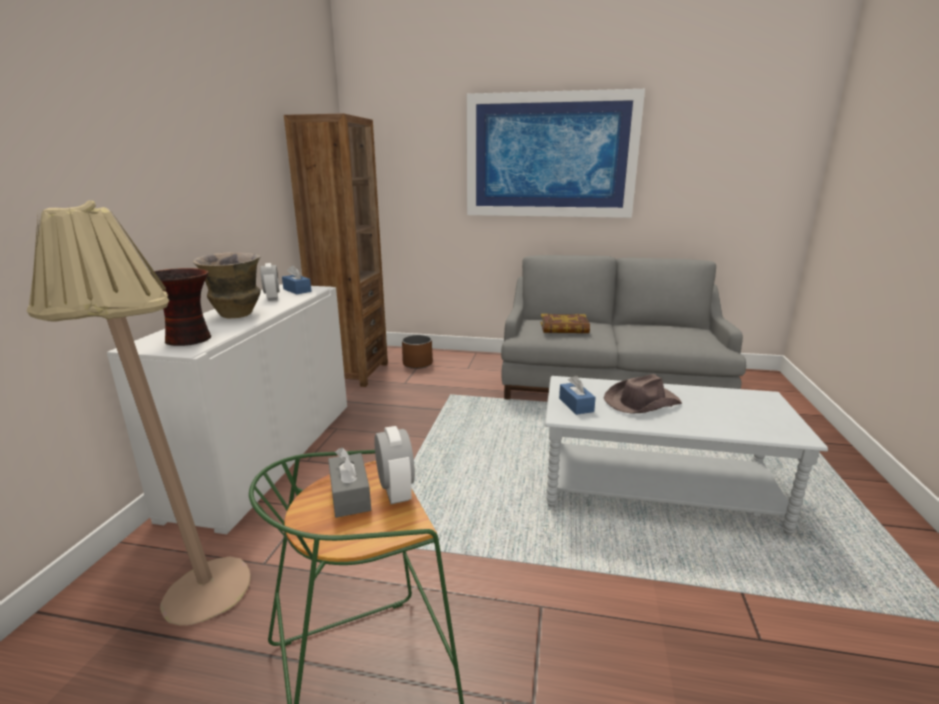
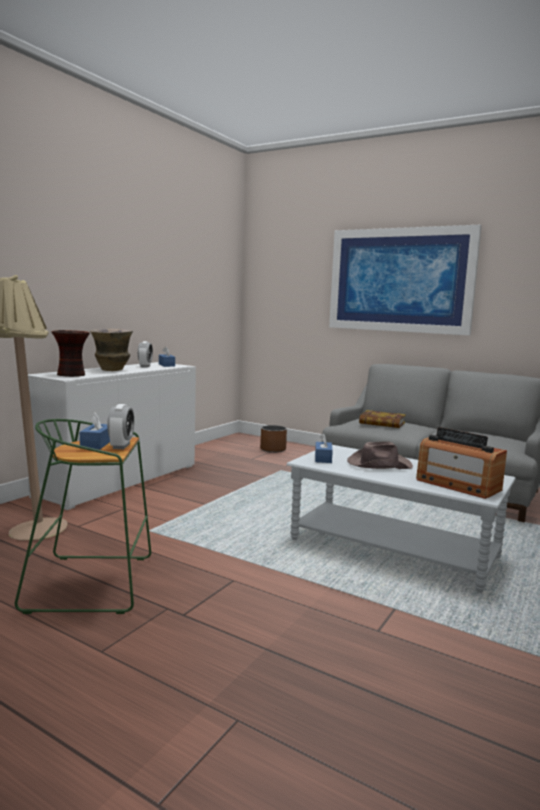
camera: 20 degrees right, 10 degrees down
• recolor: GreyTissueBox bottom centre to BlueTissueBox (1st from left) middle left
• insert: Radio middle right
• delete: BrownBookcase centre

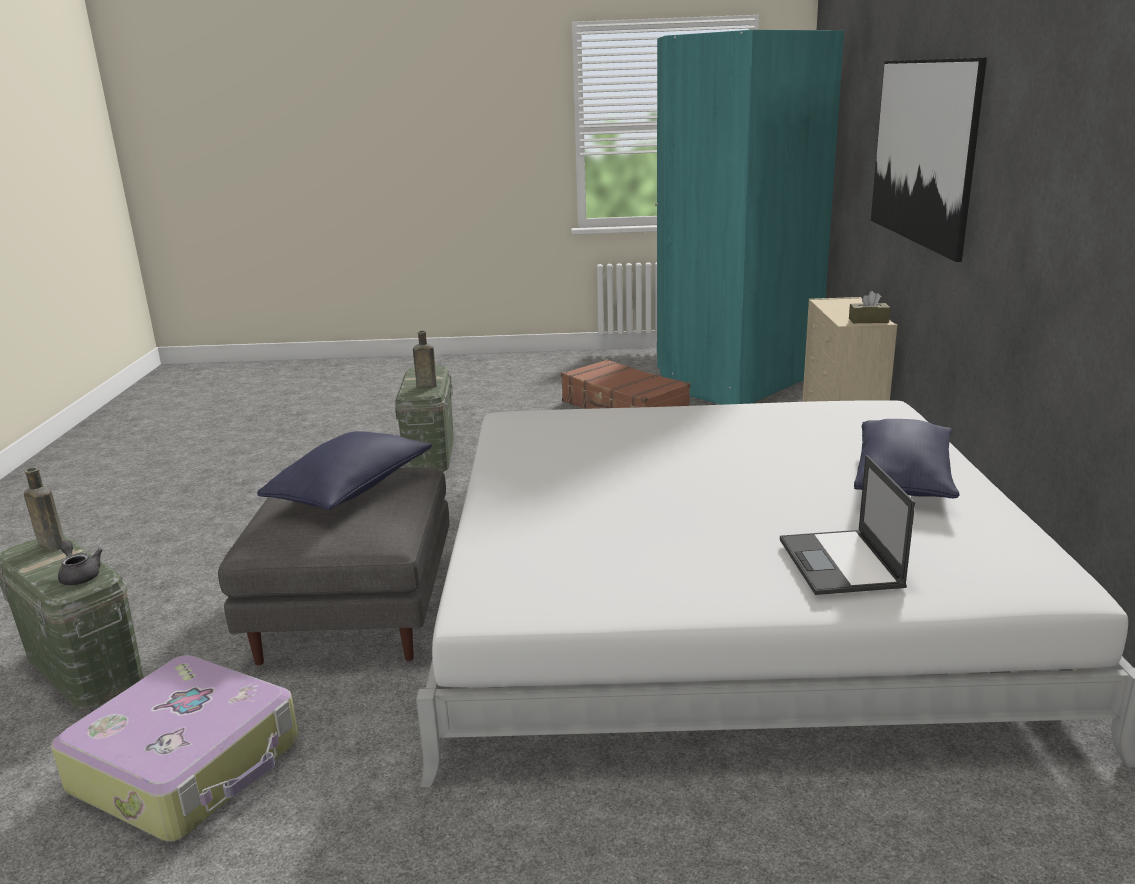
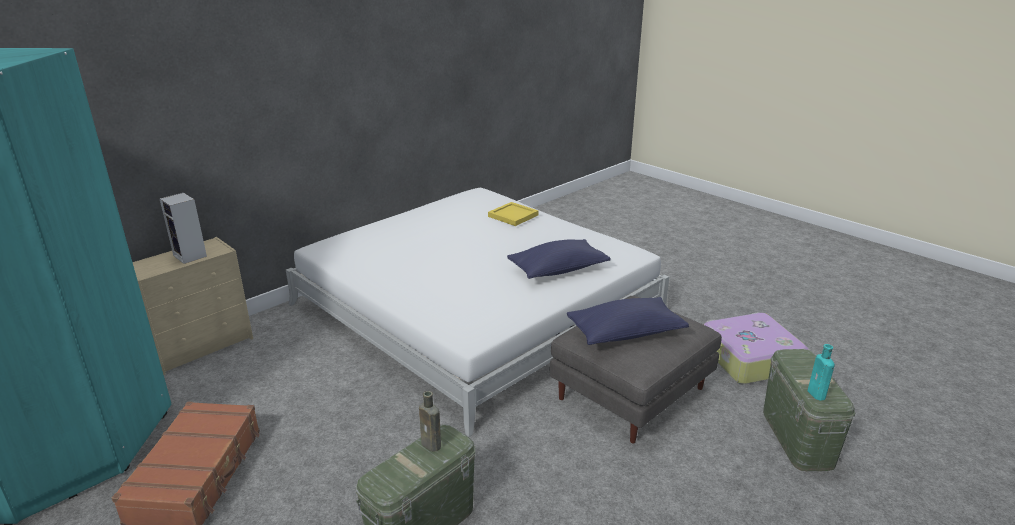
camera: 135 degrees left, 5 degrees up
• insert: Speaker middle left
• replace: Laptop middle right to YellowTray centre
• move: BluePillow (2nd from left in the first image) middle right to BluePillow (1st from left) centre
• recolor: BrownBottle (1st from left) middle left to TurquoiseBottle bottom right
• delete: GreyTeapot middle left
• delete: BrownTissueBox middle right
• delete: Picture top right

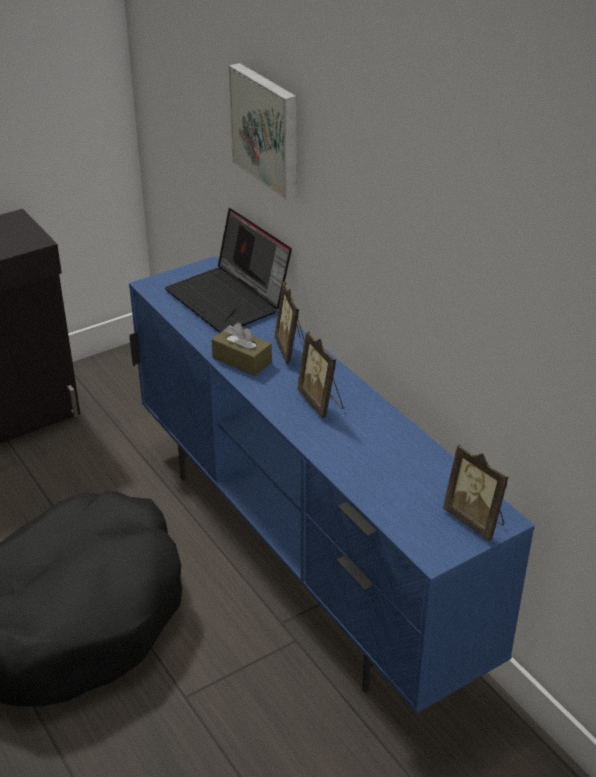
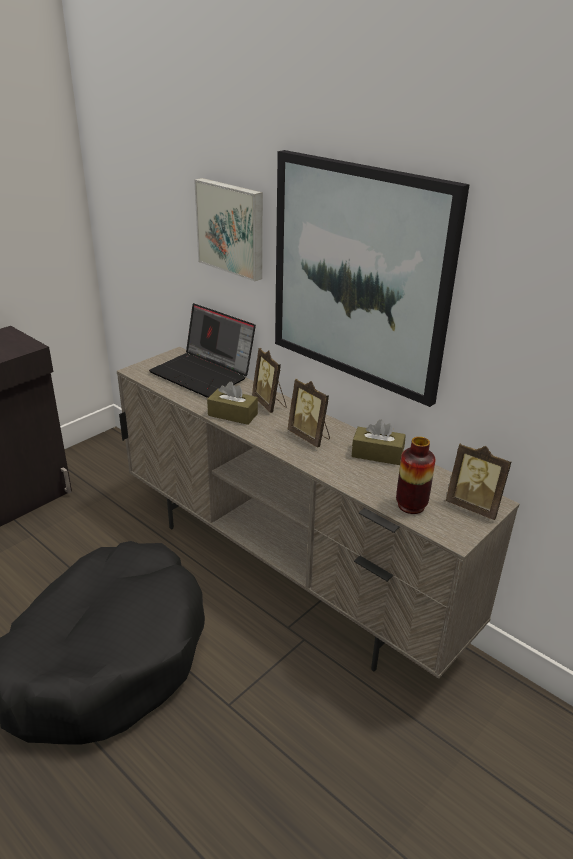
camera: 15 degrees left, 5 degrees down
• recolor: BlueTvStand centre to BeigeTvStand centre
• insert: Picture (2nd from left) top centre
• insert: BrownTissueBox (2nd from left) centre
• insert: Vase middle right

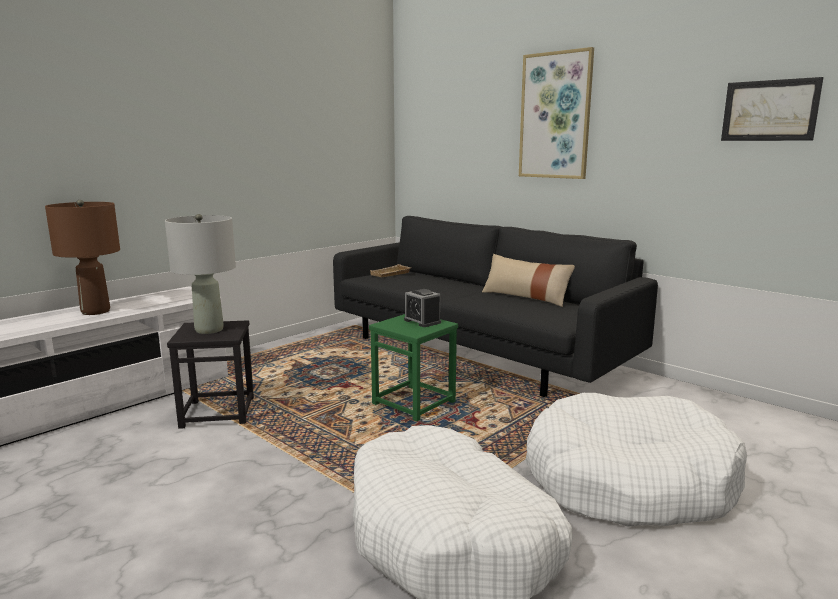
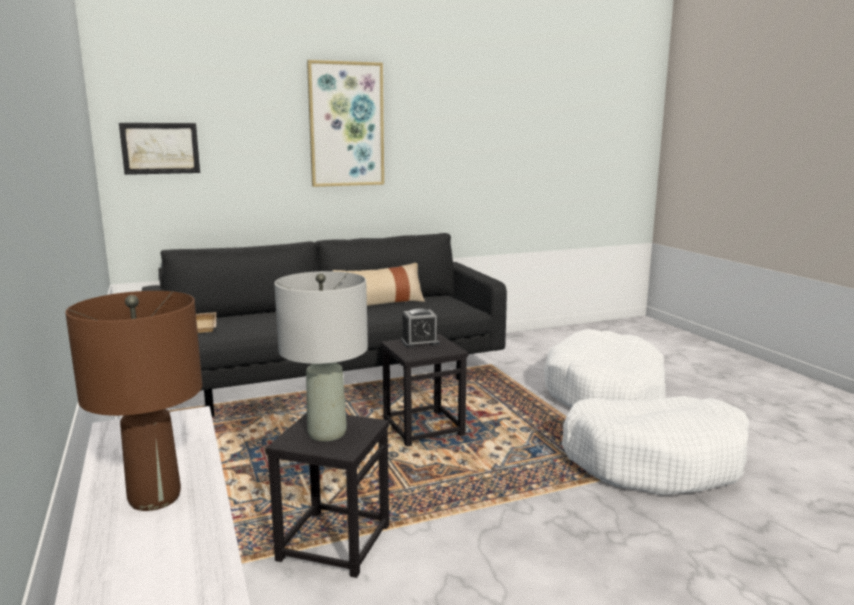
camera: 65 degrees left, 0 degrees up
• move: Picture (2nd from left in the first image) top right to Picture (1st from left) top left
• recolor: GreenStool centre to BlackStool (2nd from left) centre

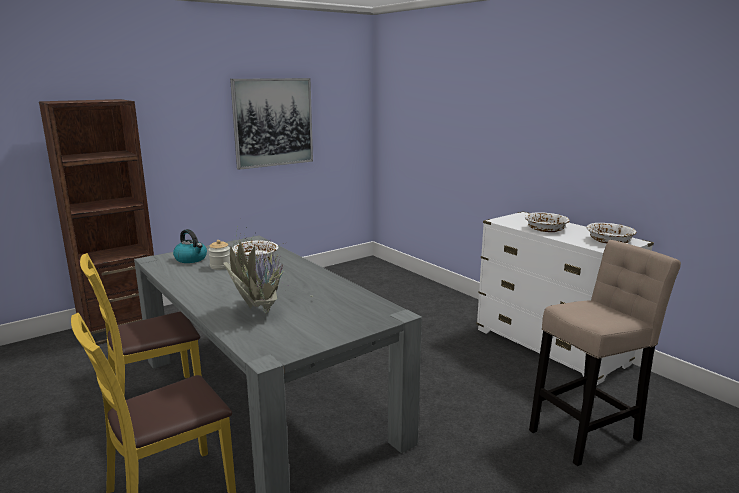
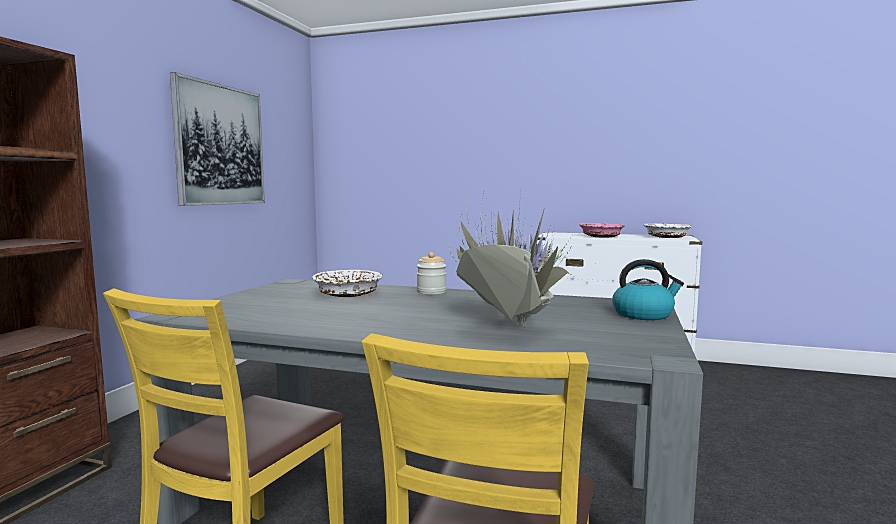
camera: 35 degrees left, 10 degrees down
• move: Jar middle left to centre
• recolor: WhiteBowl (2nd from left) middle right to PinkBowl middle right
• move: Kettle middle left to middle right
• delete: BeigeStool bottom right

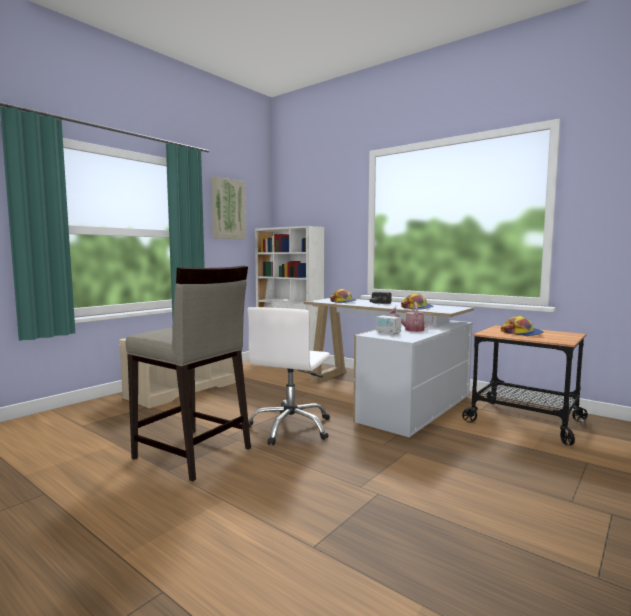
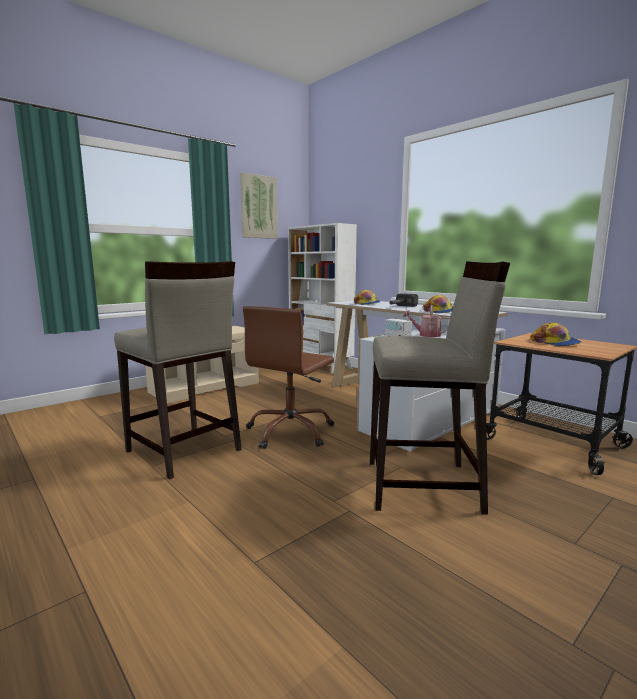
camera: 10 degrees right, 5 degrees up
• recolor: WhiteOfficeChair centre to BrownOfficeChair centre
• insert: BeigeStool (2nd from left) middle right

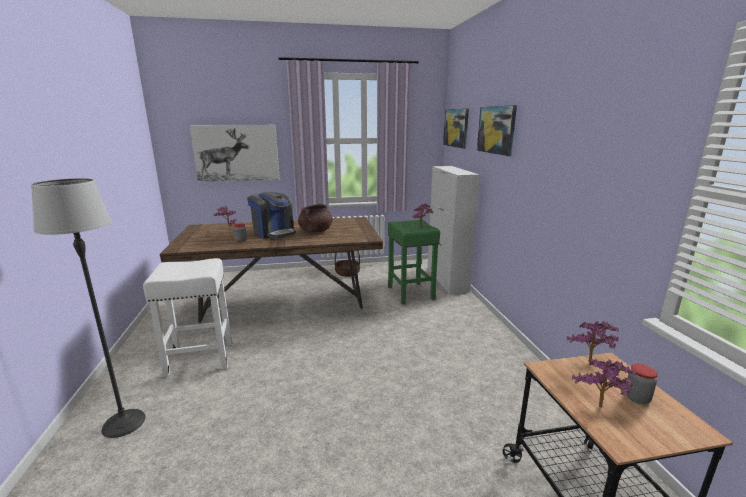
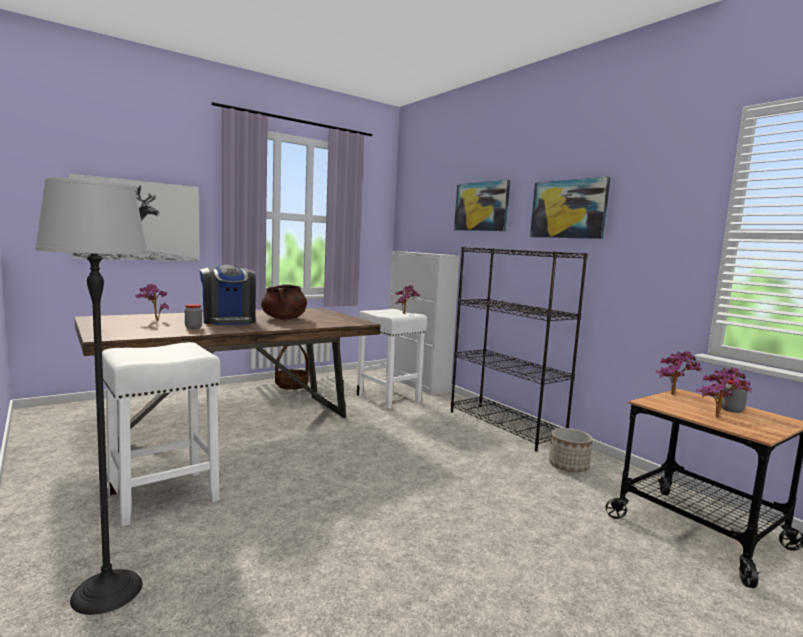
camera: 25 degrees left, 10 degrees down
• rotate: CoffeeMachine centre = middle left 45 degrees clockwise
• recolor: GreenStool centre to WhiteStool (2nd from left) centre
• insert: BlackBookcase centre
• move: Picture (2nd from left in the first image) top centre to Picture (3rd from left) top right
• insert: Planter bottom right

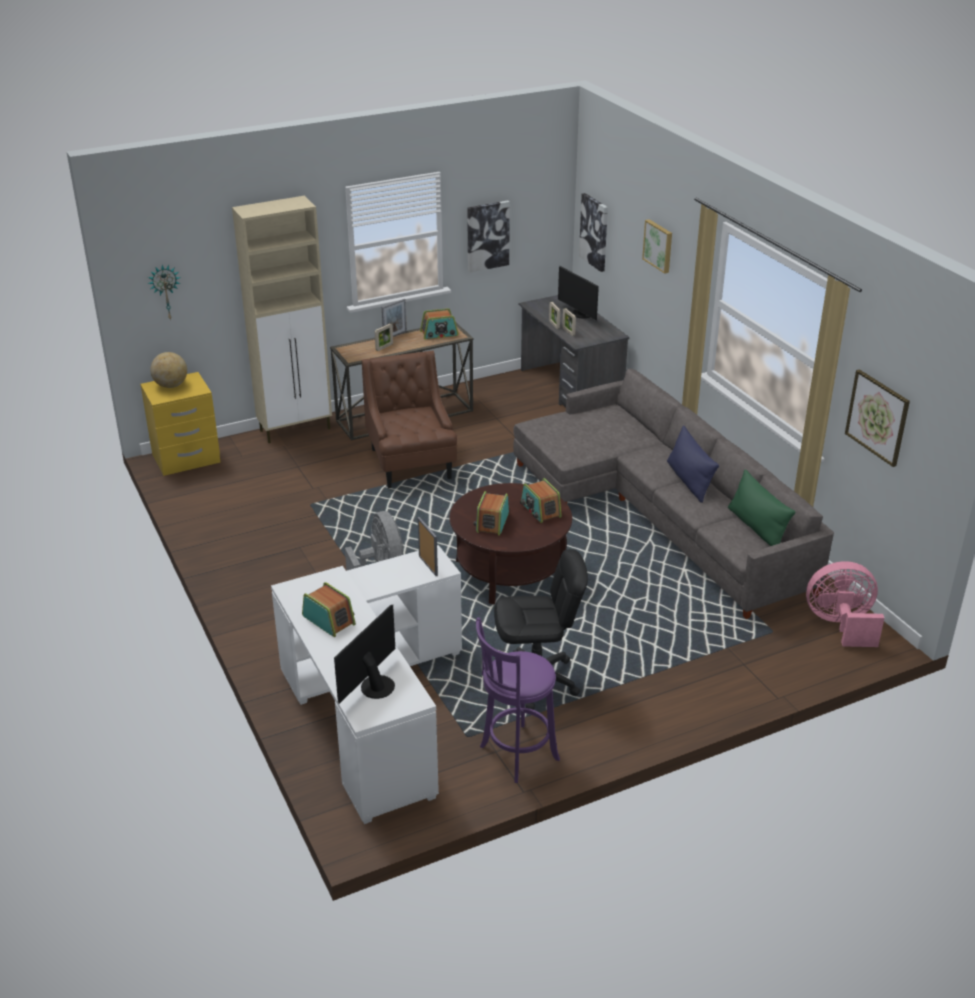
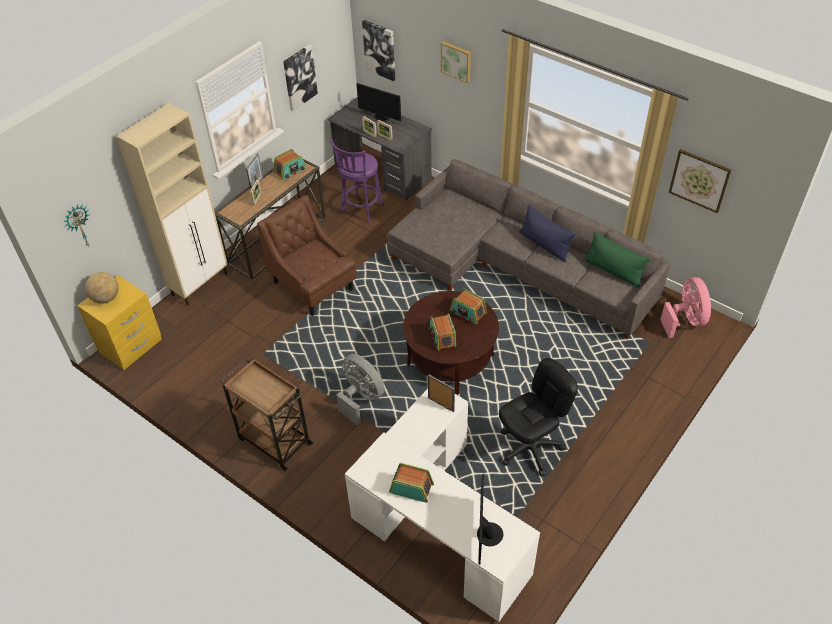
camera: 25 degrees left, 15 degrees up
• insert: BrownCart middle left
• move: PurpleStool bottom centre to top centre
• rotate: PinkFan middle right = middle right 105 degrees clockwise

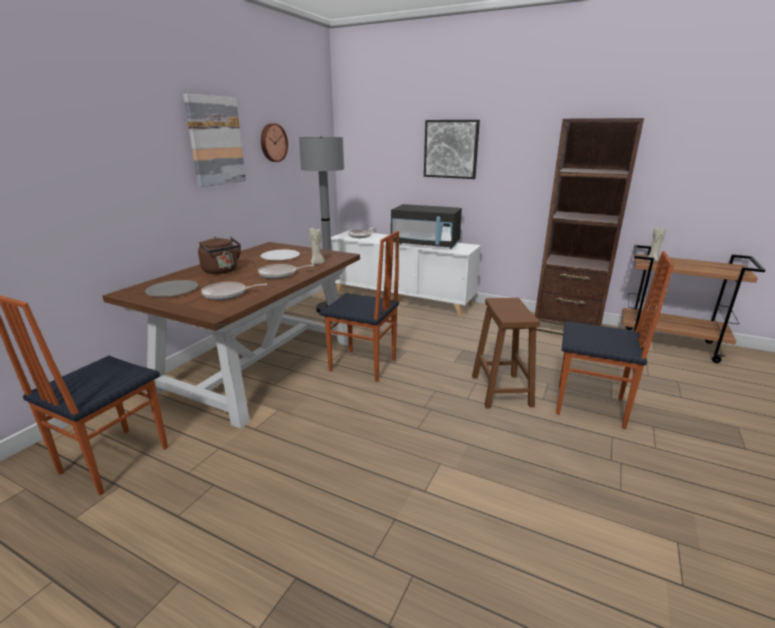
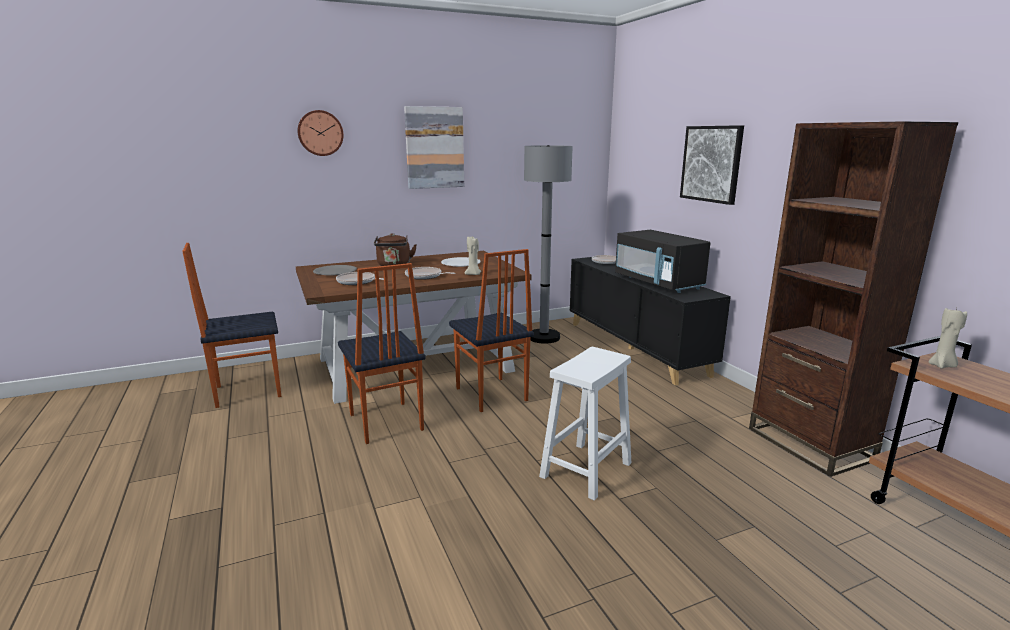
camera: 40 degrees right, 5 degrees down
• move: WallClock top centre to top left
• move: Chair (3rd from left in the first image) middle right to Chair (2nd from left) centre
• recolor: BrownStool centre to WhiteStool bottom centre
• recolor: WhiteCabinet centre to BlackCabinet centre

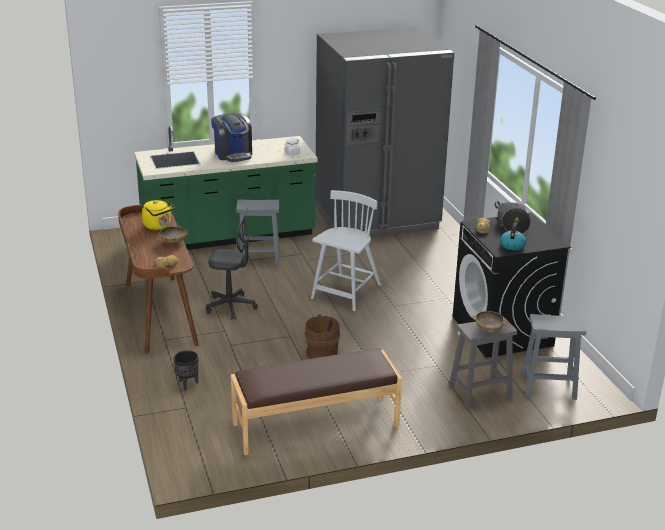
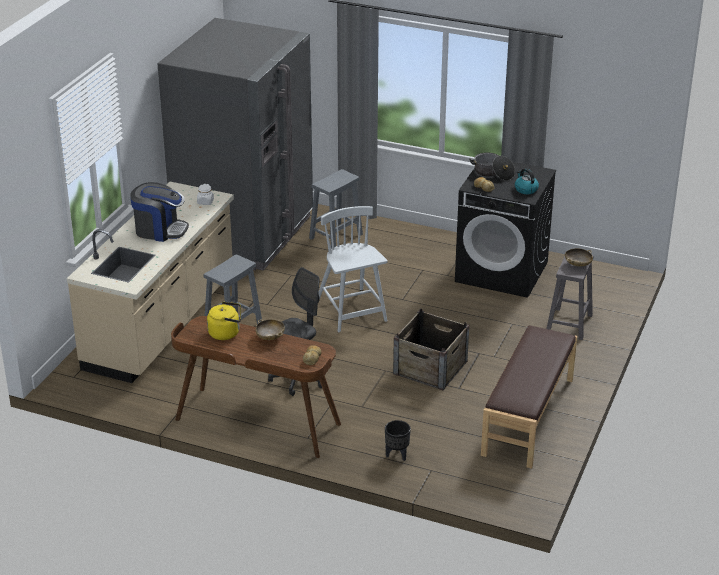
camera: 50 degrees left, 5 degrees up
• recolor: GreenCounter centre to BeigeCounter middle left
• move: GreyStool (3rd from left in the first image) bottom right to GreyStool (2nd from left) centre
• replace: BrownBucket centre to Crate centre

